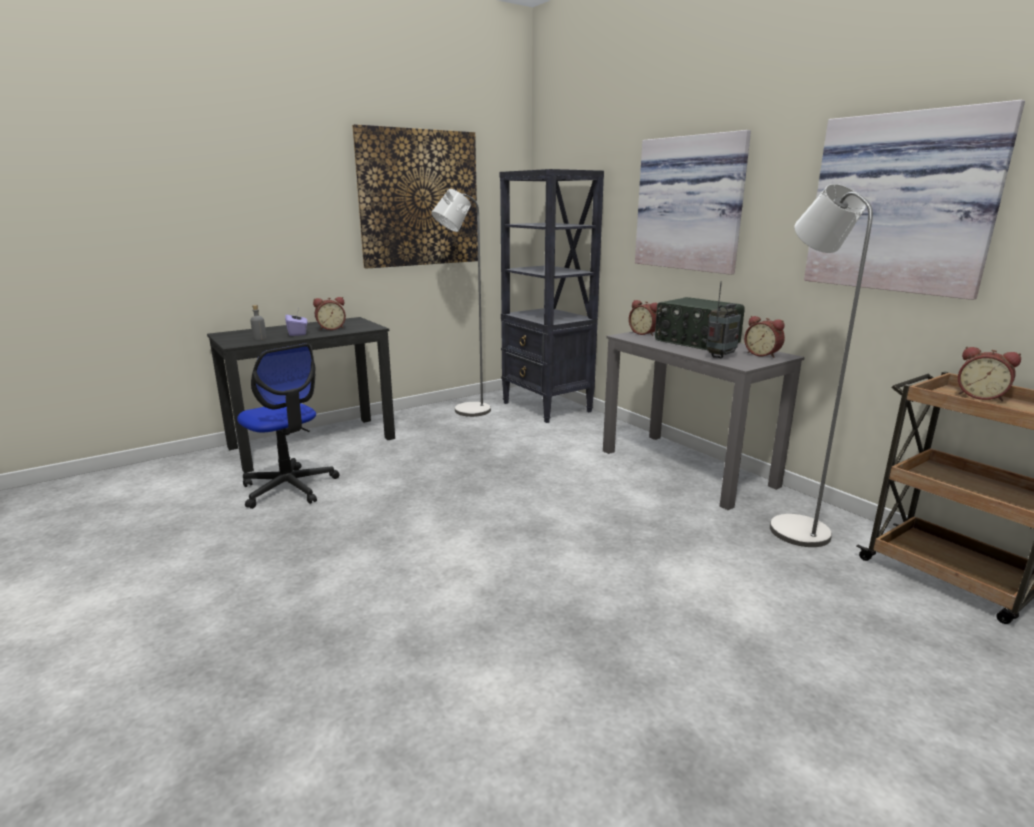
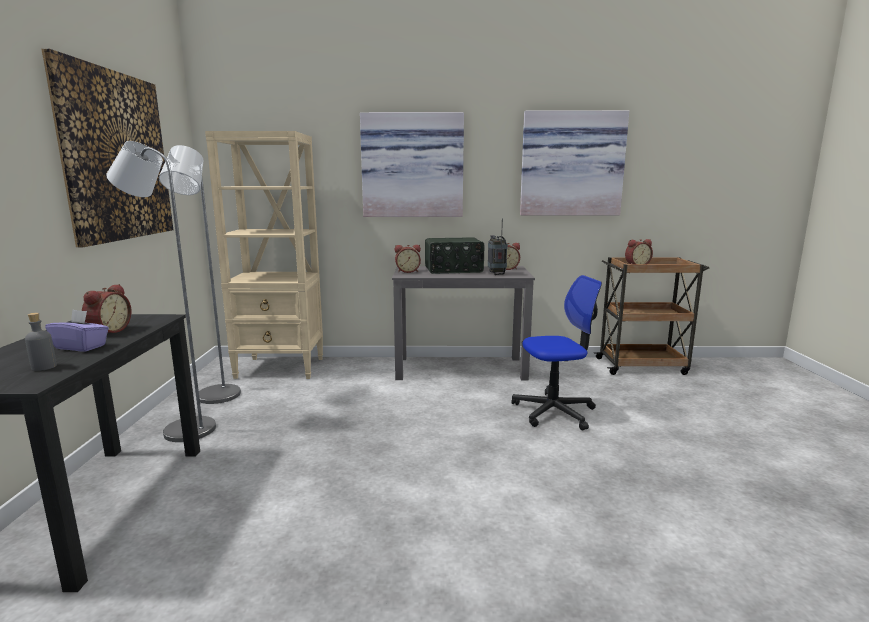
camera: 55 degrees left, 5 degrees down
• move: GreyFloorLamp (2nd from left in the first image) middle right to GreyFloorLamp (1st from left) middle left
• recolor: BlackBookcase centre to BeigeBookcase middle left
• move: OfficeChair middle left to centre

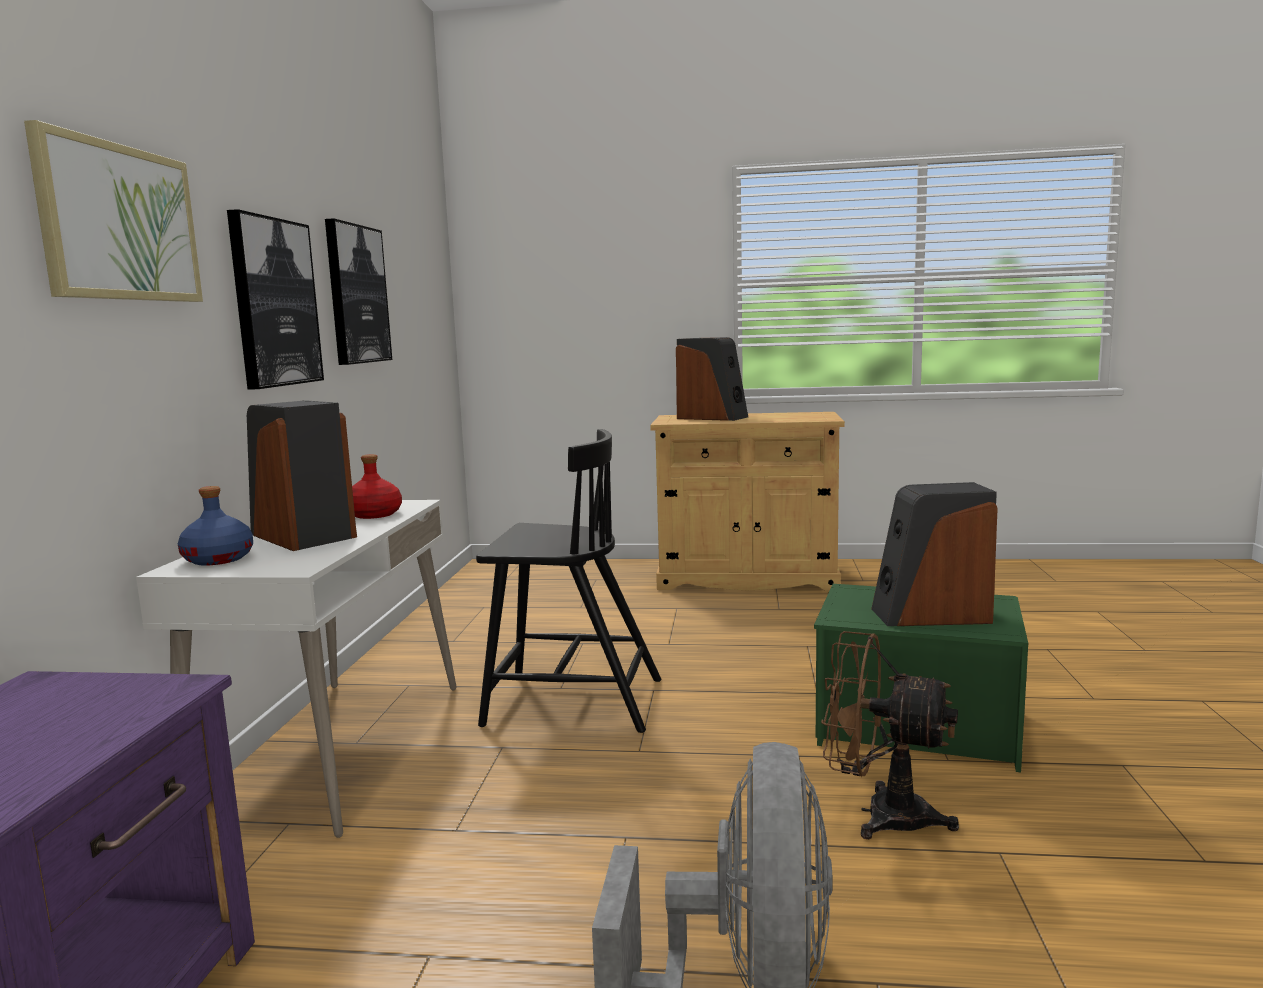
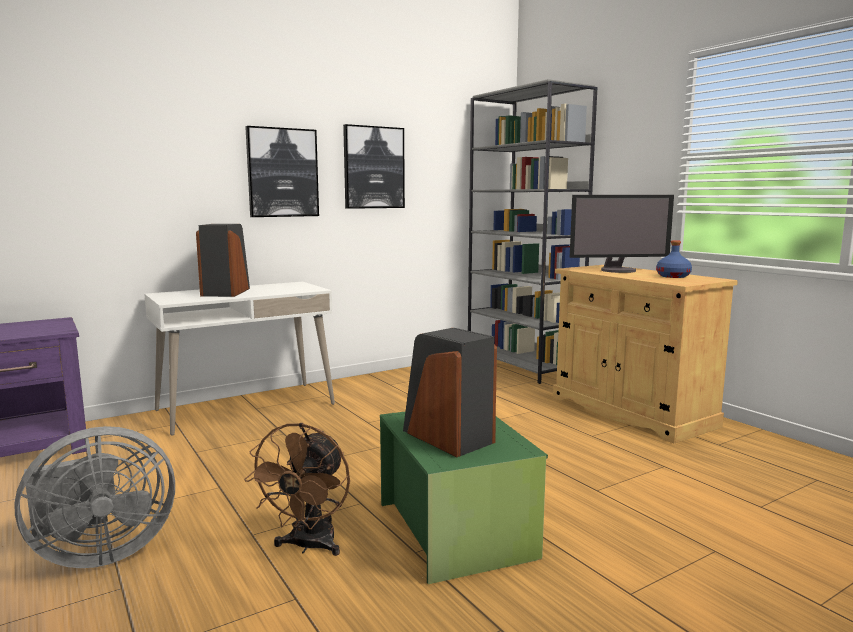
camera: 50 degrees right, 0 degrees up
• rotate: BrownFan bottom right = bottom centre 150 degrees counterclockwise
• insert: GreyBookcase centre
• replace: Speaker (2nd from left) centre to Monitor middle right
• move: BlueBottle middle left to middle right
• delete: Picture (1st from left) top left
• delete: RedBottle middle left
• delete: BlackChair centre

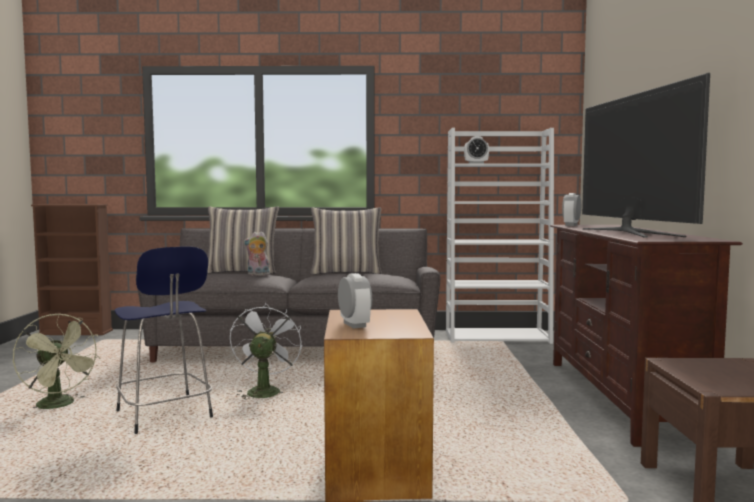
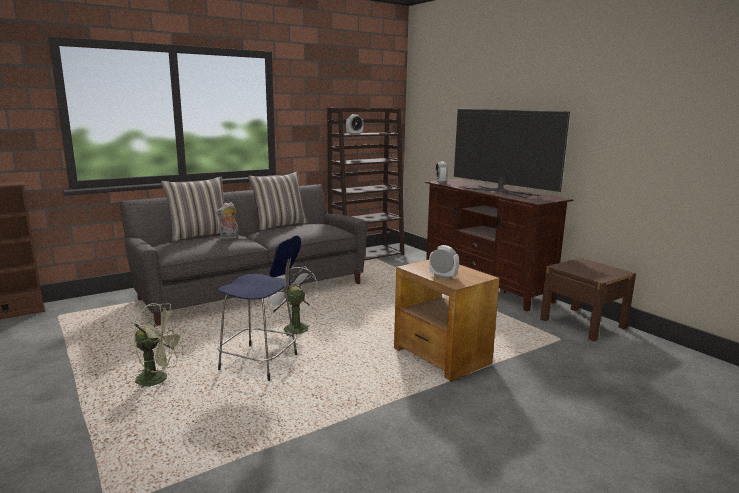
camera: 35 degrees left, 10 degrees up
• recolor: WhiteBookcase centre to BrownBookcase (2nd from left) centre

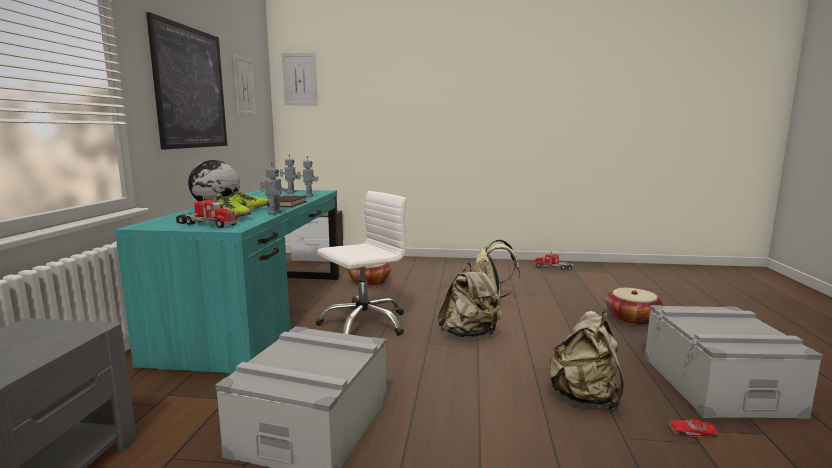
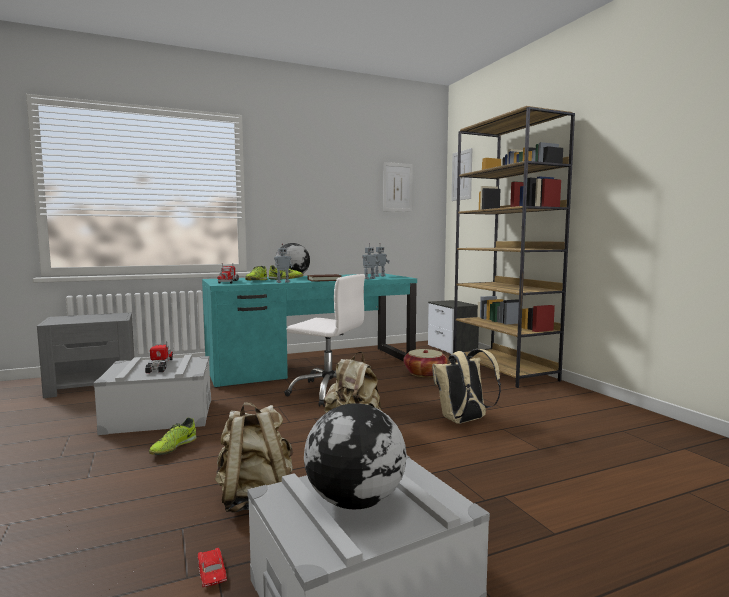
camera: 60 degrees right, 5 degrees down
• move: ToyTruck (2nd from left in the first image) centre to ToyTruck (1st from left) middle left
• insert: Shoe (1st from left) bottom left
• insert: Globe (2nd from left) bottom centre
• insert: BrownBookcase middle right
• delete: Picture (1st from left) top left
• delete: Basket (2nd from left) middle right

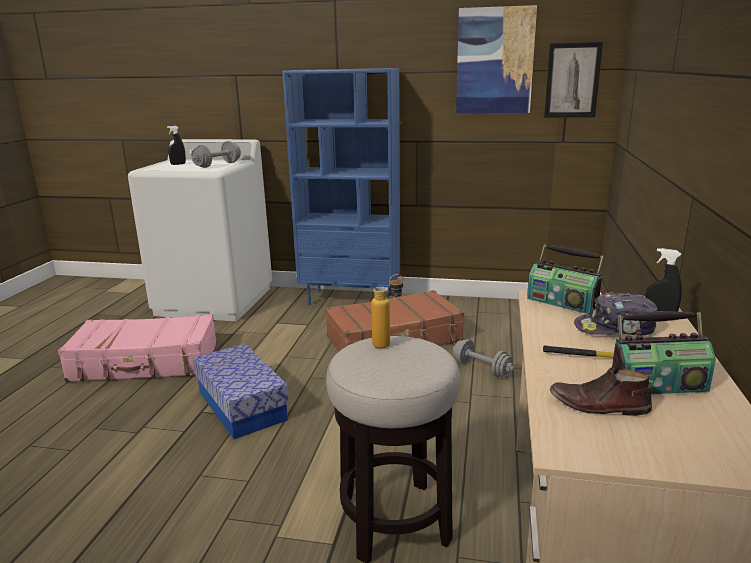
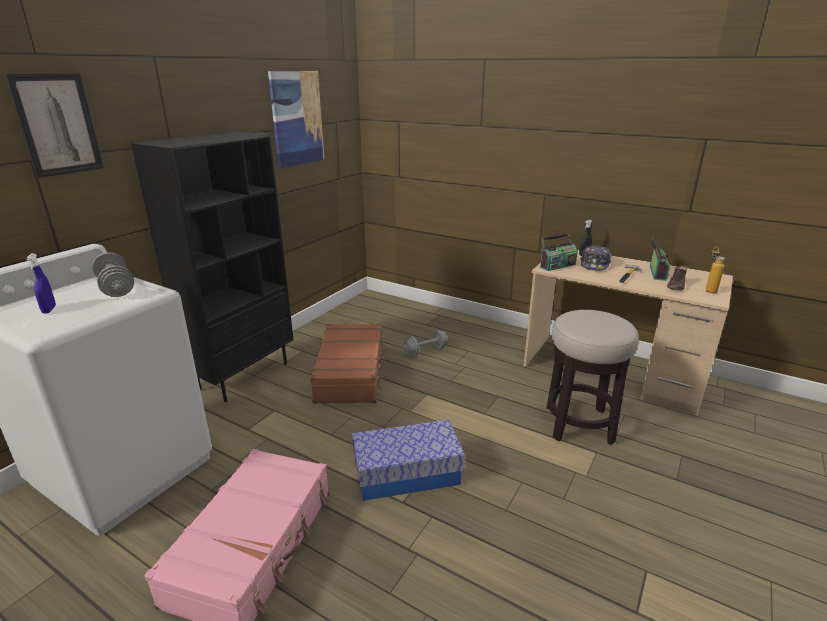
camera: 70 degrees left, 5 degrees up
• move: Picture (2nd from left in the first image) top right to Picture (1st from left) top left
• recolor: BlackSprayBottle (1st from left) top left to BlueSprayBottle middle left
• recolor: BlueBookcase top centre to BlackBookcase middle left
• move: Bottle centre to middle right

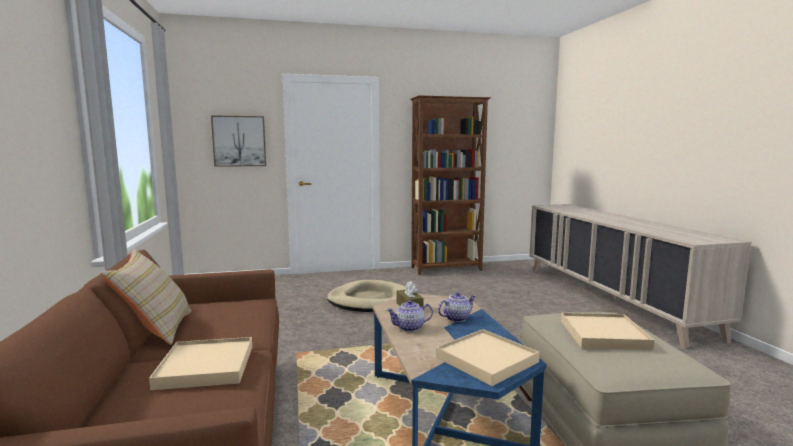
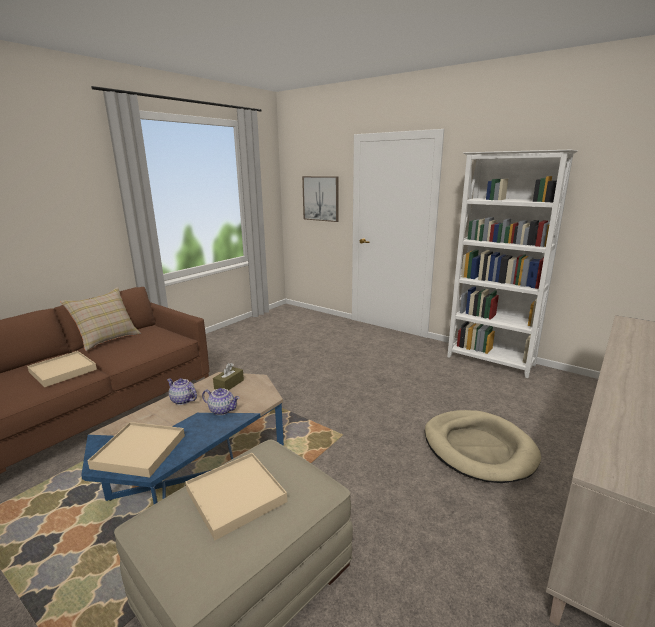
camera: 50 degrees right, 10 degrees up
• move: BeigeDogBed centre to bottom right
• recolor: BrownBookcase centre to WhiteBookcase middle right

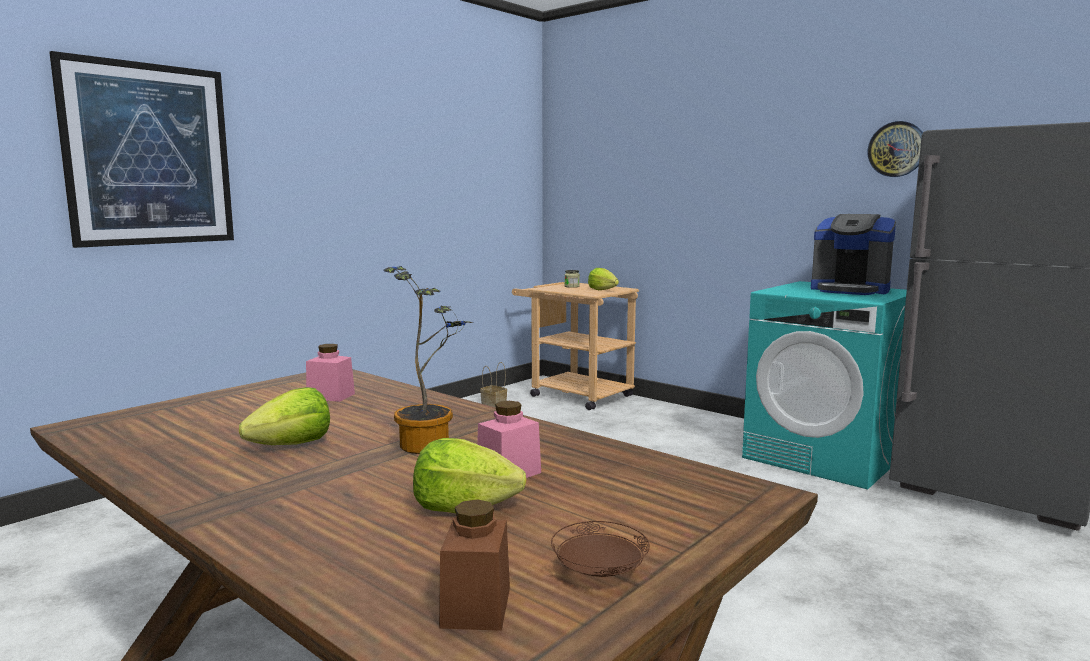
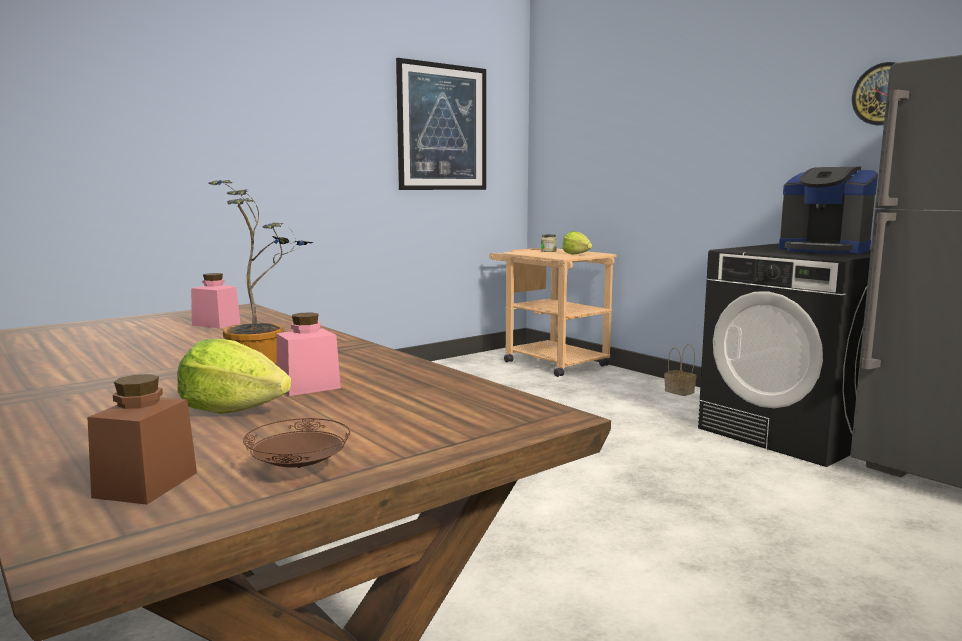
camera: 10 degrees right, 0 degrees up
• move: Picture top left to top centre
• move: Basket centre to middle right
• recolor: TurquoiseWashingMachine middle right to BlackWashingMachine middle right
• delete: Lettuce (1st from left) middle left

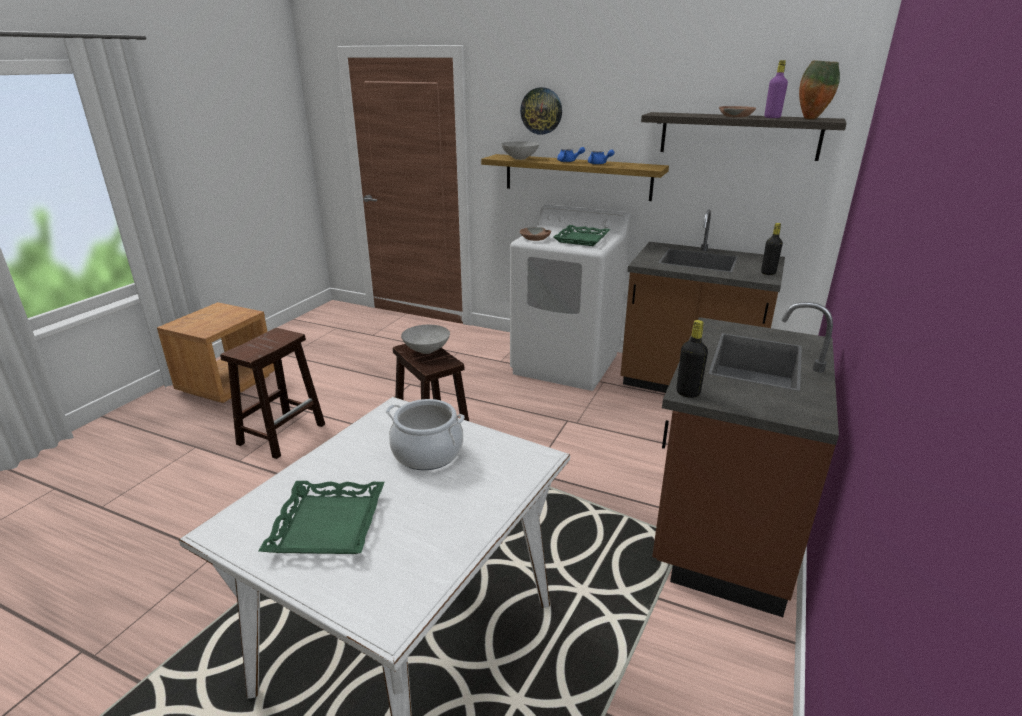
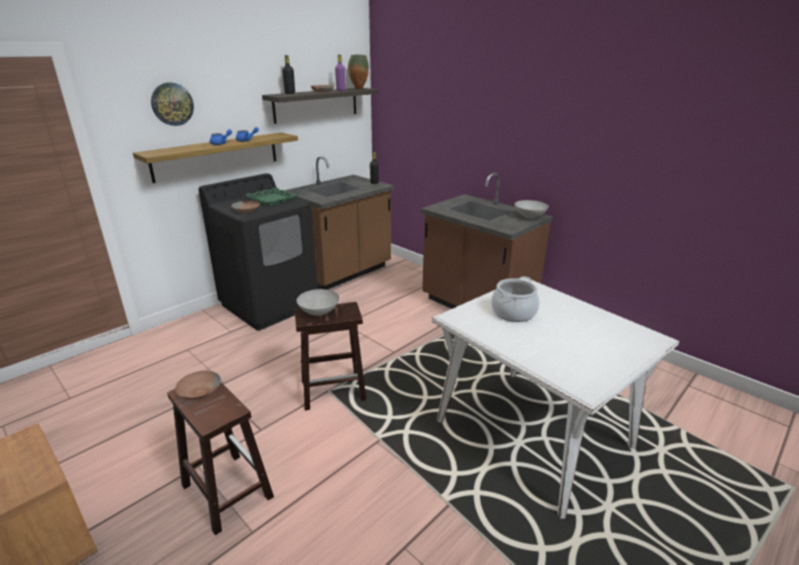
camera: 70 degrees left, 0 degrees up
• insert: BrownBowl (1st from left) bottom left
• recolor: WhiteWashingMachine centre to BlackWashingMachine middle left
• move: BlackBottle (1st from left) middle right to top centre
• move: GreyBowl (2nd from left) top centre to centre
• delete: GreenTray (1st from left) bottom left

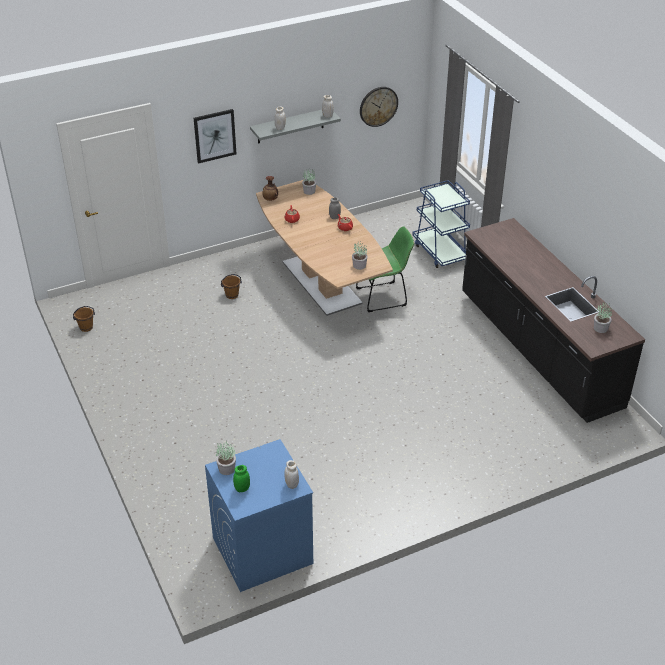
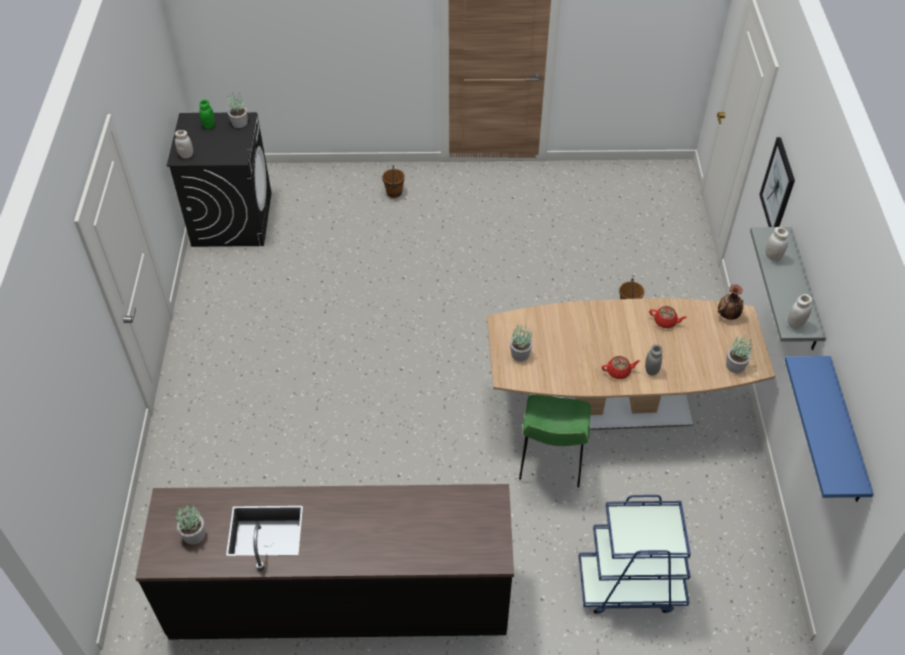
camera: 115 degrees right, 10 degrees up
• recolor: BlueWashingMachine bottom centre to BlackWashingMachine top left
• move: BrownBucket (1st from left) middle left to top centre
• replace: WallClock top centre to BlueShelf middle right

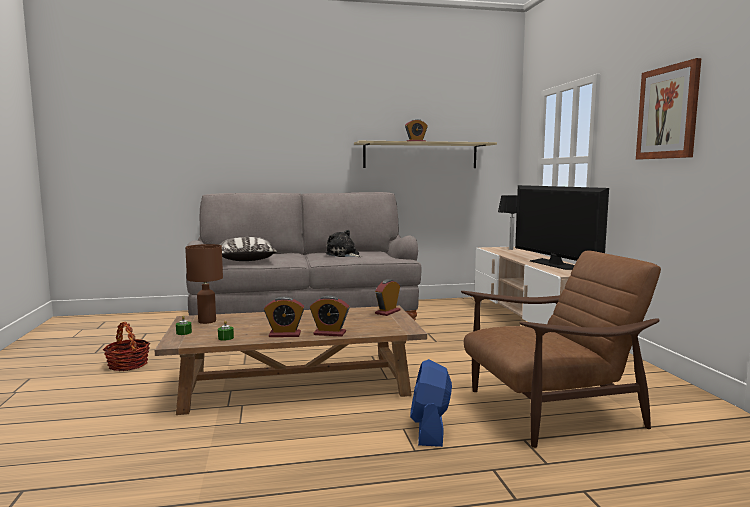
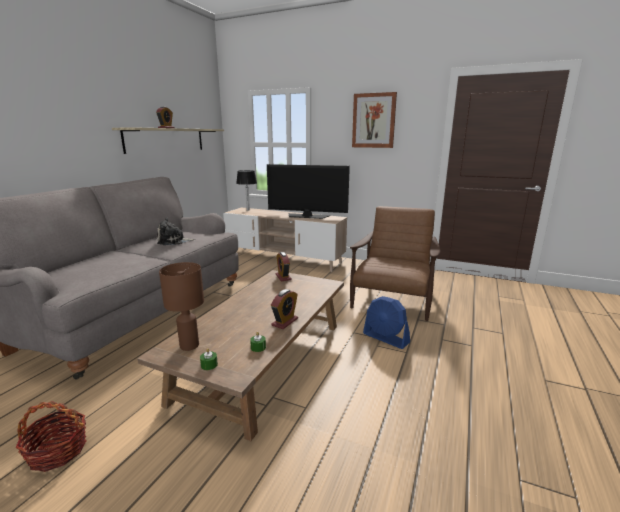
camera: 55 degrees left, 10 degrees up
• delete: Pillow middle left
• delete: AlarmClock (2nd from left) centre

